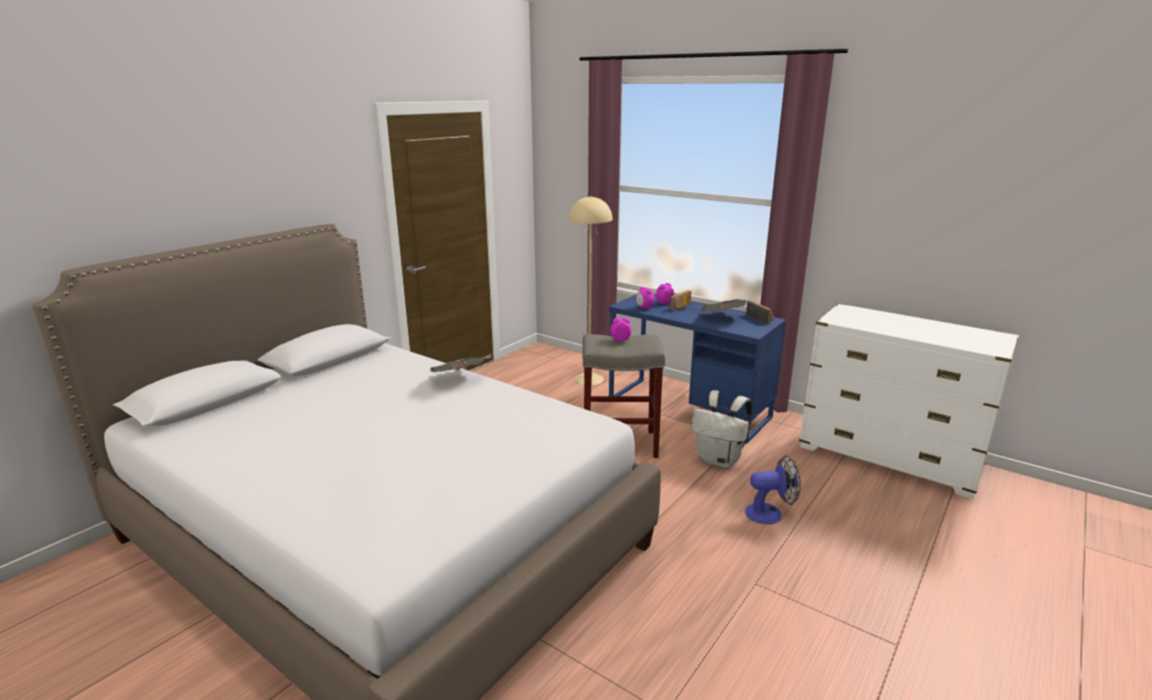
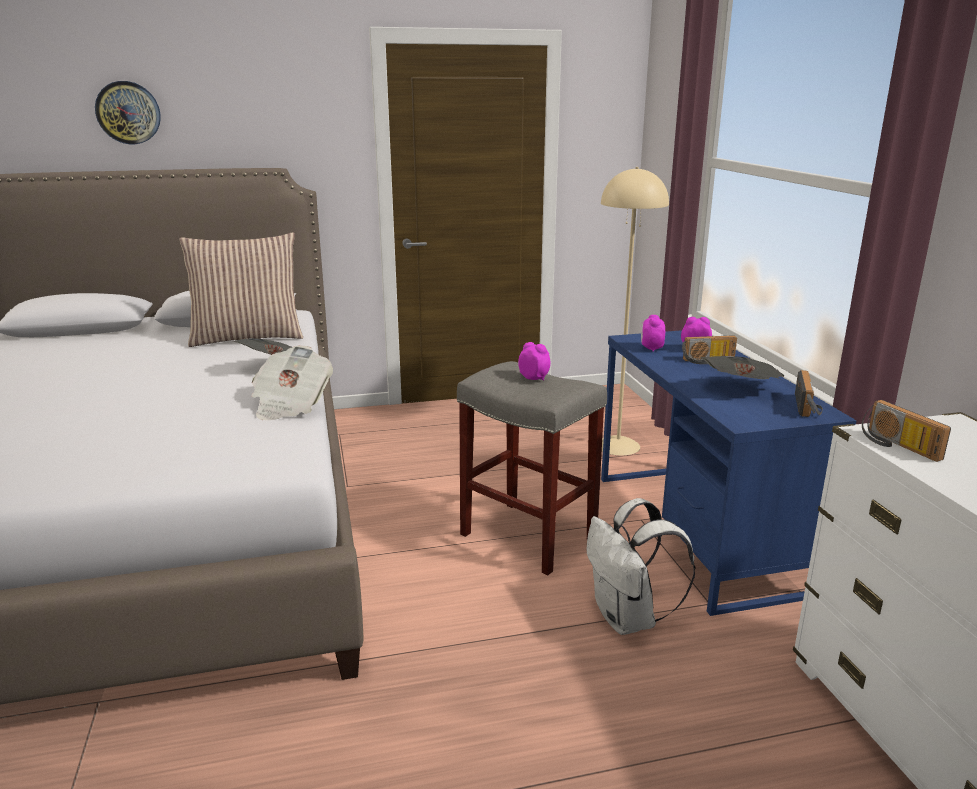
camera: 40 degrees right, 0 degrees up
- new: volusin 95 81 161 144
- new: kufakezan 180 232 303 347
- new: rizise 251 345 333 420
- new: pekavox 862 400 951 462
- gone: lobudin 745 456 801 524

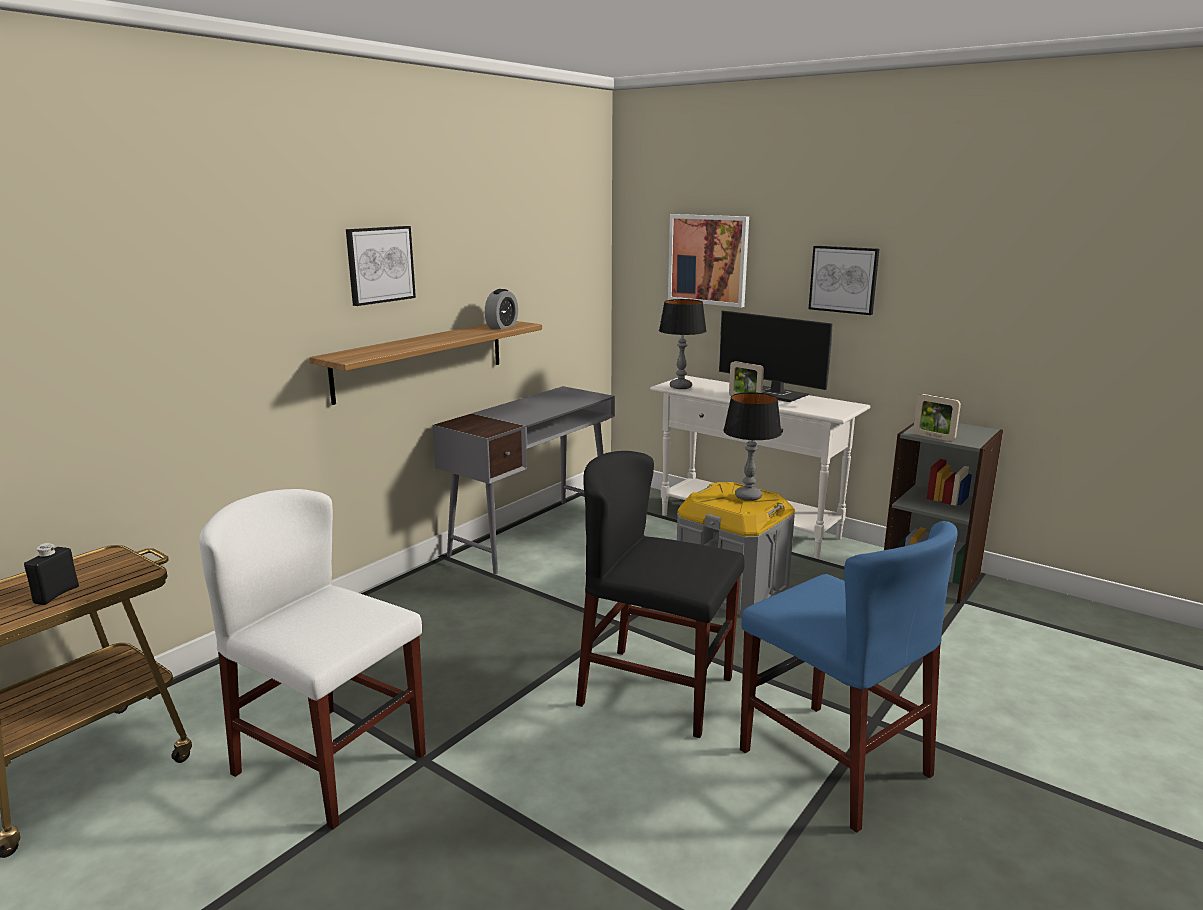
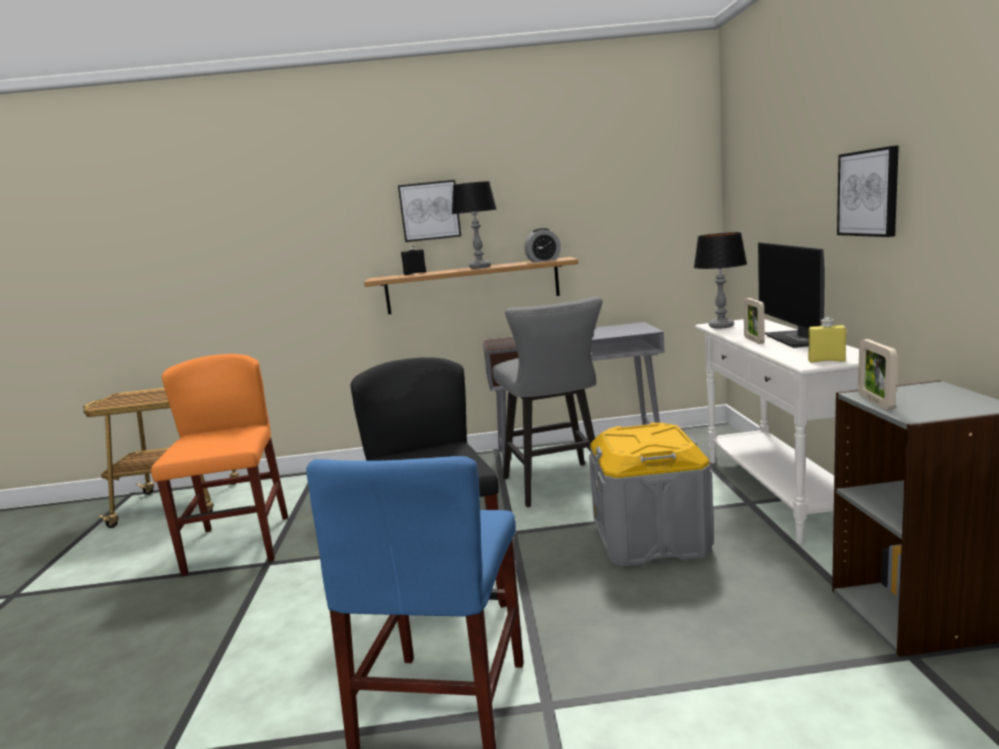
camera: 50 degrees right, 5 degrees down
- repainted: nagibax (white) 199 489 426 830 to nagibax (orange) 151 354 288 576
- shifted: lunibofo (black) 24 543 79 605 to 401 244 426 275
- shifted: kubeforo 723 392 782 501 to 452 181 497 269
- new: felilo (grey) 493 297 603 507
- new: lunibofo (yellow) 808 317 846 363
- gone: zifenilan 668 214 749 308

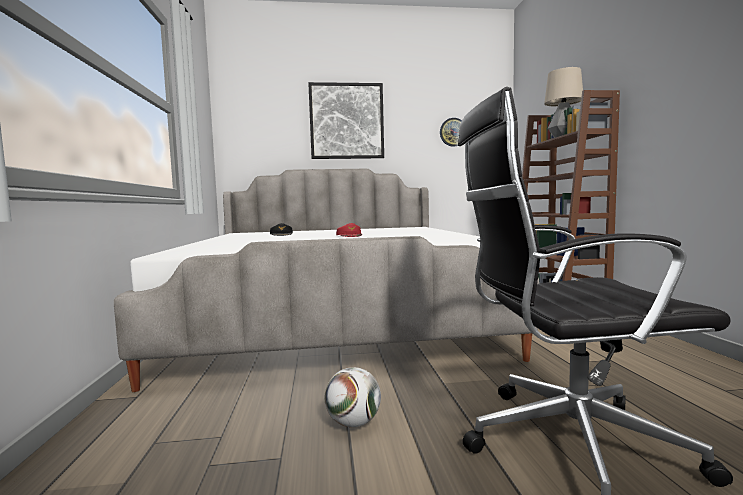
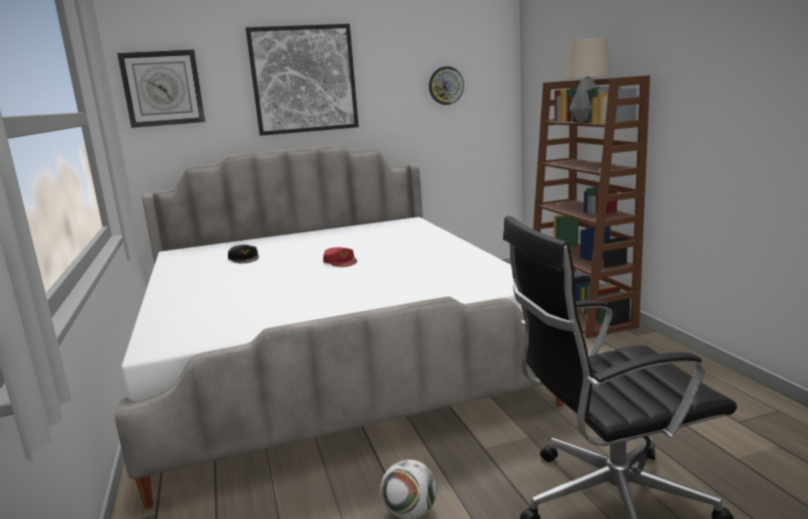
camera: 10 degrees left, 10 degrees up
- new: volusin 117 50 205 128

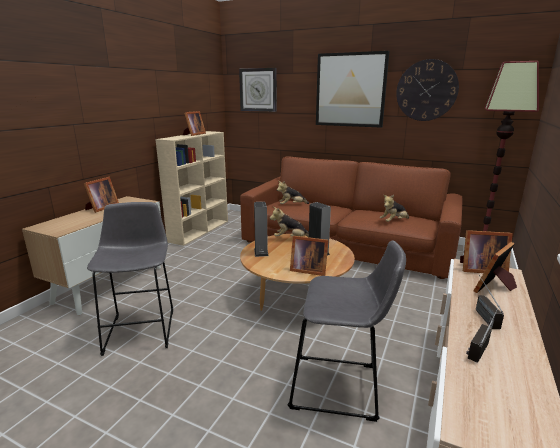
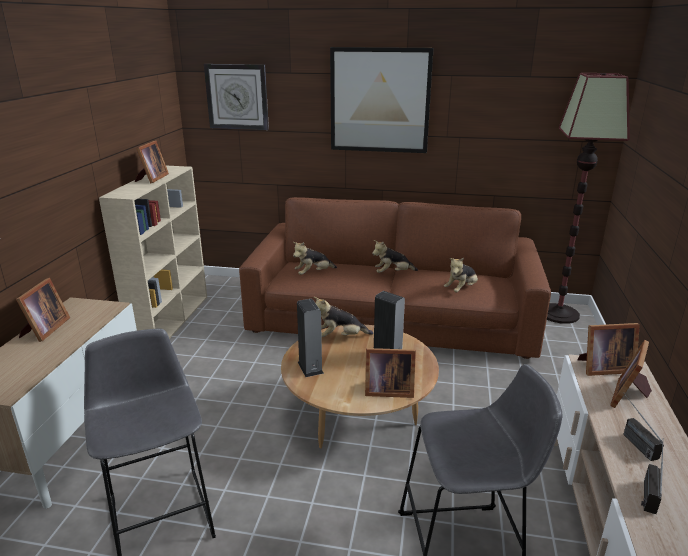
camera: 15 degrees left, 5 degrees up
- new: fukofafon 372 240 418 273
- gone: volusin 396 59 459 121

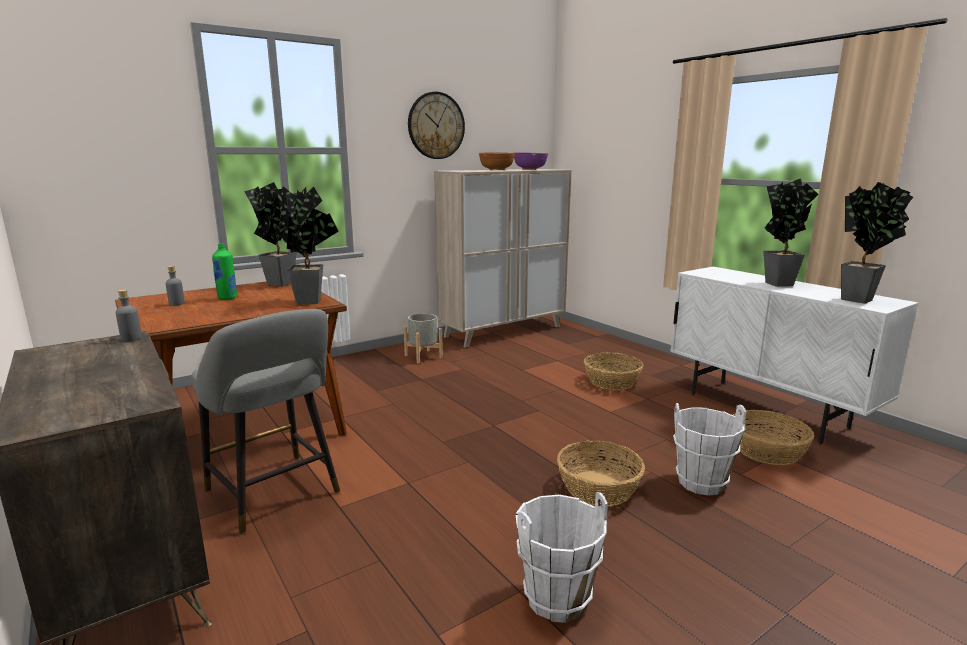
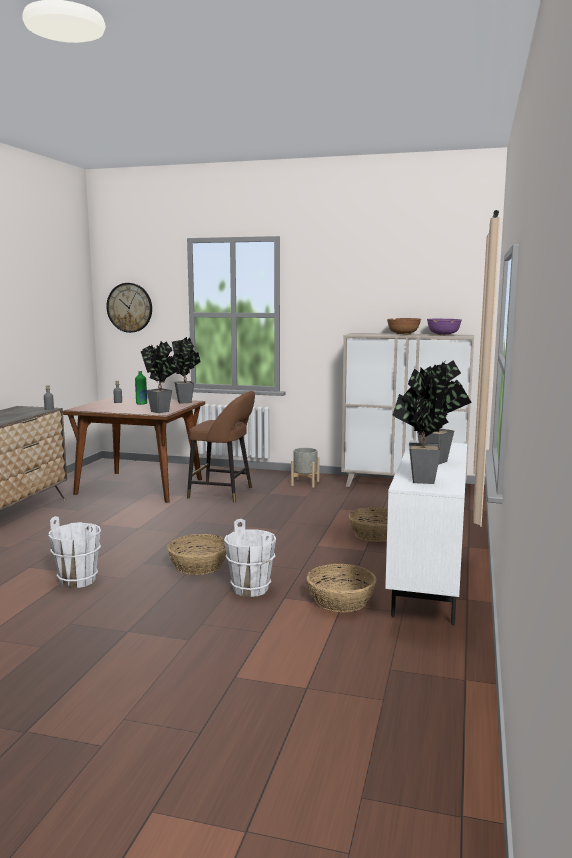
camera: 50 degrees right, 5 degrees down
- shifted: volusin 408 92 465 159 to 107 283 152 333
- new: felilo (brown) 187 391 255 503
- gone: felilo (grey) 192 309 340 534

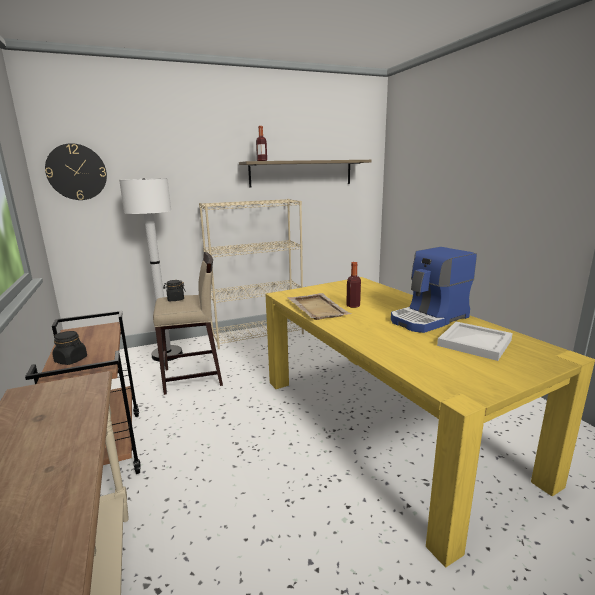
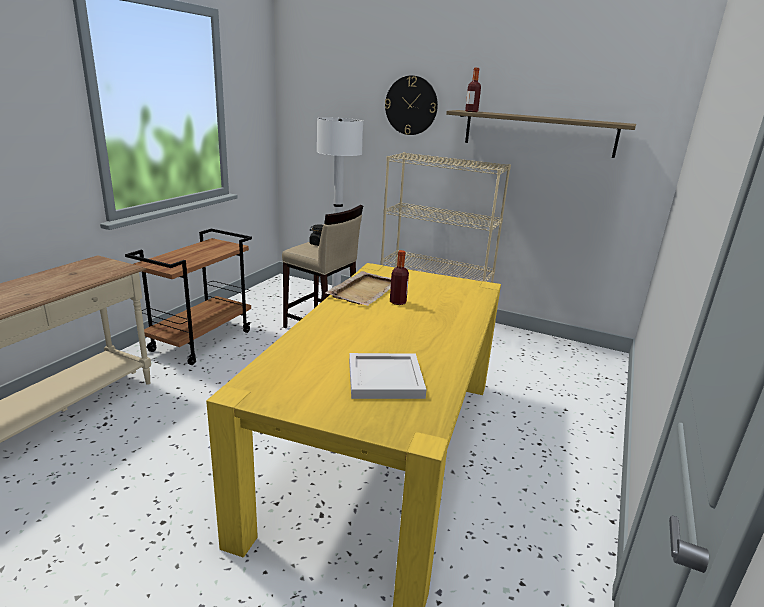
camera: 45 degrees right, 5 degrees up
- shifted: volusin 45 143 107 200 to 385 75 438 135
- gone: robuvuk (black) 52 331 87 365
- gone: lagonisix 391 247 477 333

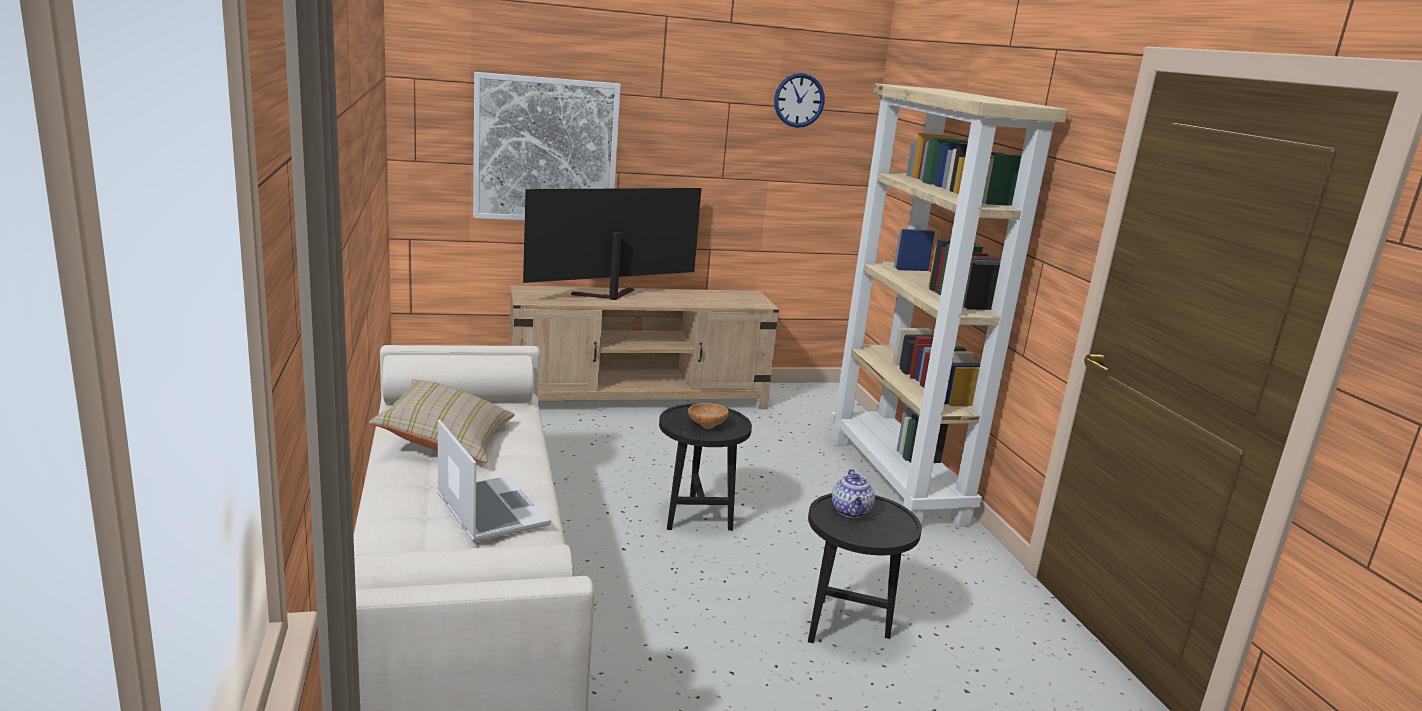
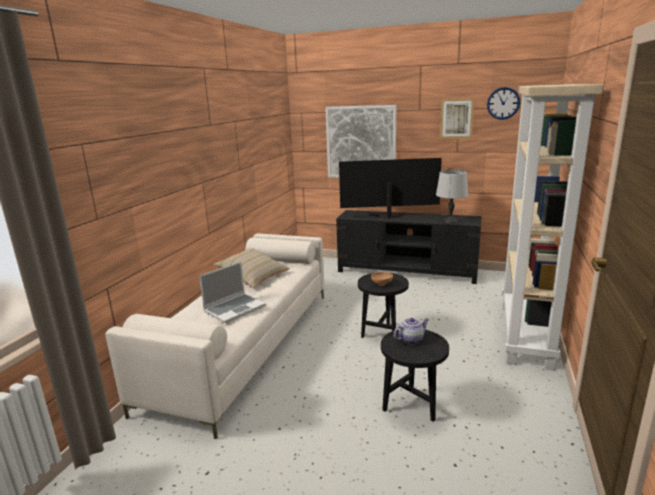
camera: 35 degrees right, 0 degrees up
- rotated: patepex 437 420 551 542 = 199 262 266 323 45 degrees clockwise
- repainted: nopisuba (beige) 509 285 779 409 to nopisuba (black) 336 210 482 284
- rotated: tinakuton 832 469 875 518 = 394 318 429 344 150 degrees counterclockwise
- new: kubeforo (grey) 436 170 468 224
- new: zifenilan 440 98 474 139

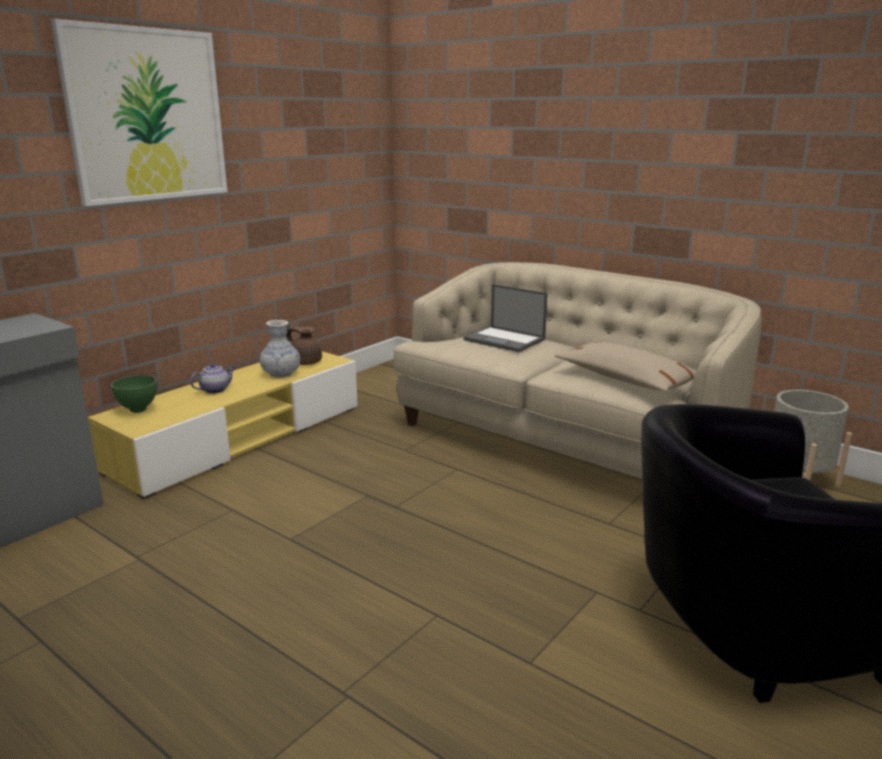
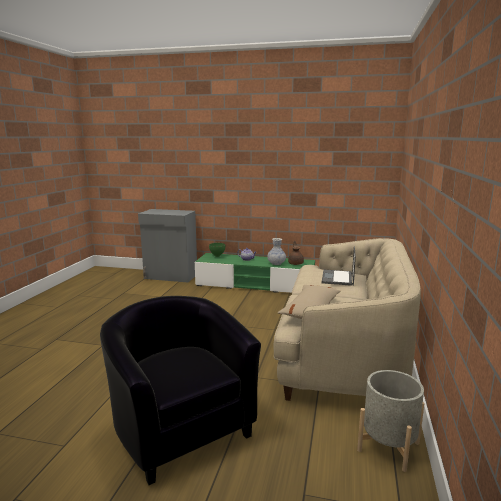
camera: 65 degrees right, 5 degrees down
- repainted: nopisuba (yellow) 88 351 358 499 to nopisuba (green) 195 253 315 293
- gone: zifenilan 51 19 227 206

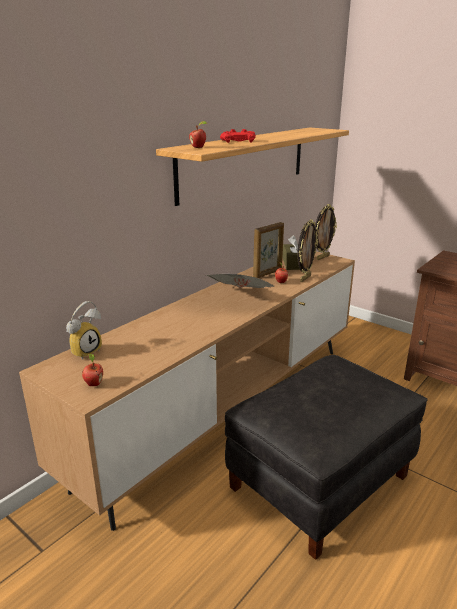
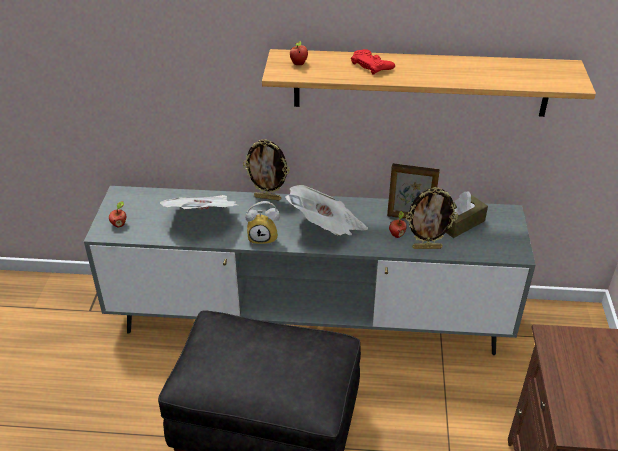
camera: 55 degrees right, 15 degrees up
- repainted: nopisuba (brown) 19 251 355 531 to nopisuba (grey) 84 186 536 355
- new: rizise 160 195 238 210
- shifted: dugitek 315 204 337 260 to 243 139 290 200
- shifted: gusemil 66 301 102 360 to 245 201 280 245

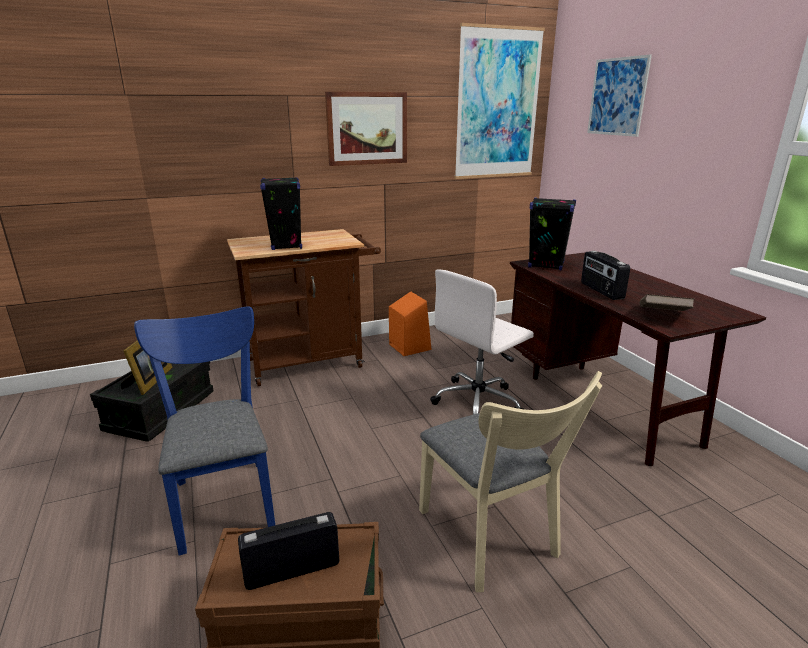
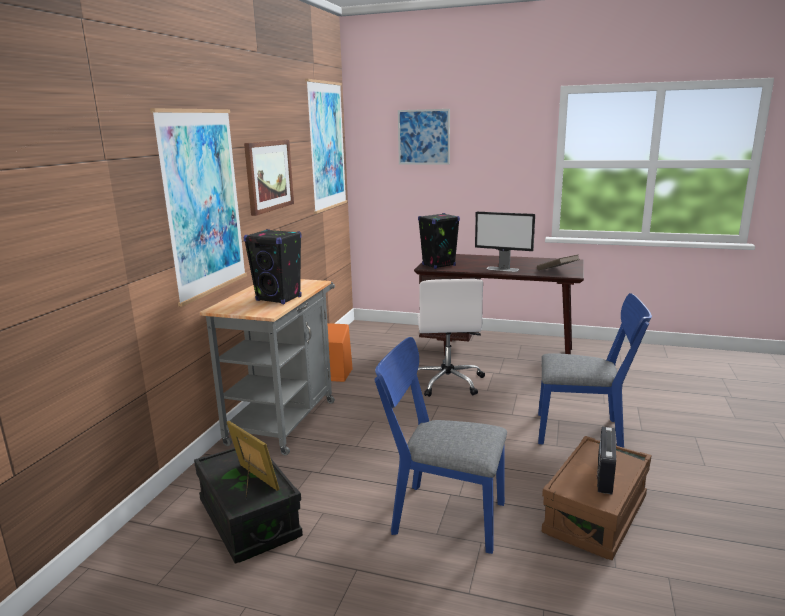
camera: 50 degrees left, 5 degrees down
- new: zifenilan 150 108 247 307
- repainted: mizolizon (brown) 227 229 381 386 to mizolizon (grey) 200 279 335 455
- swapped: pekavox 581 251 630 300 to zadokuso 475 212 535 272
- repainted: nagibax (beige) 419 371 602 592 to nagibax (blue) 538 293 652 448

